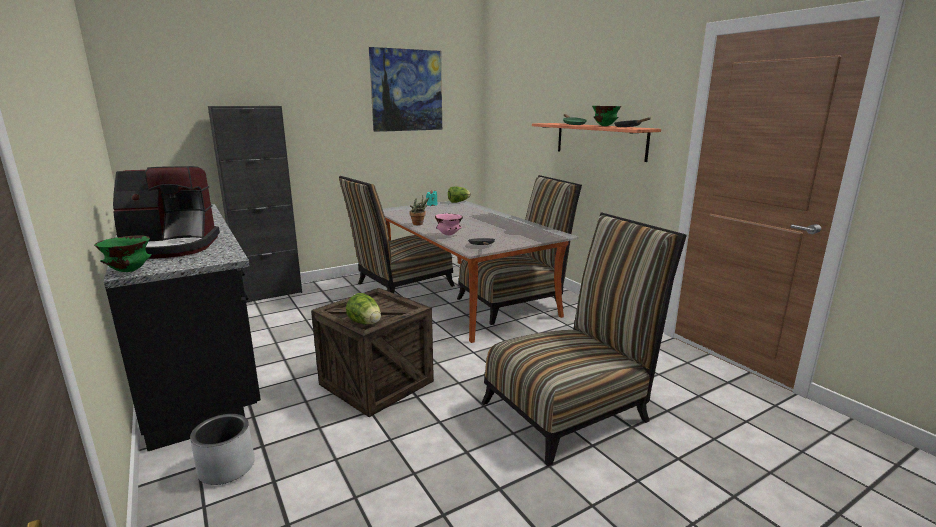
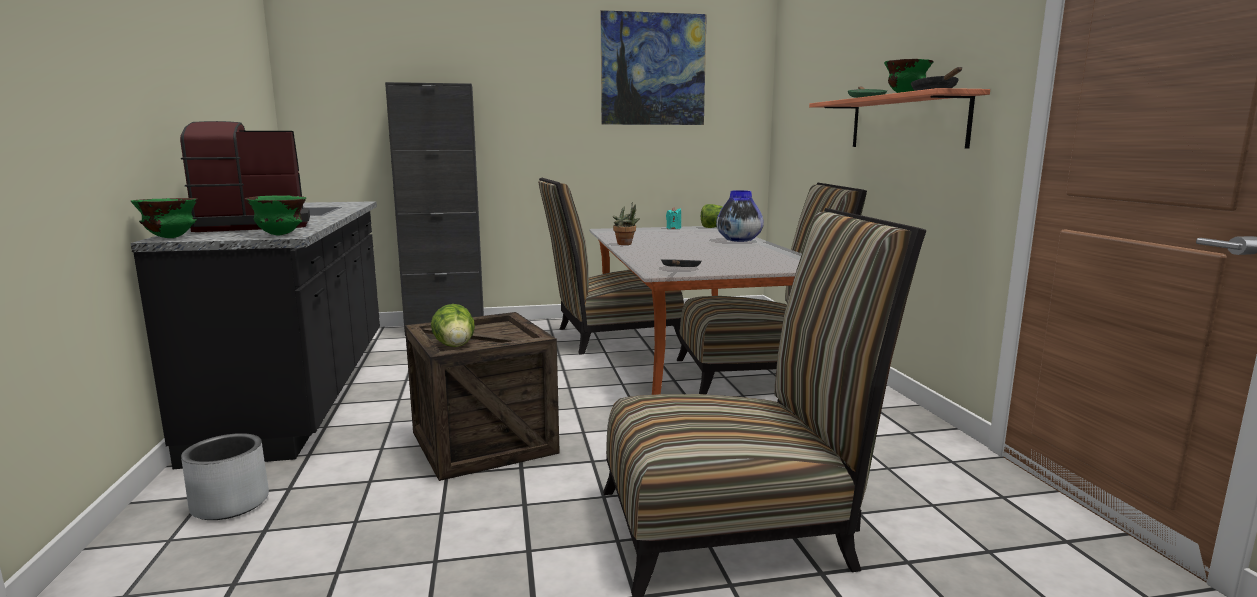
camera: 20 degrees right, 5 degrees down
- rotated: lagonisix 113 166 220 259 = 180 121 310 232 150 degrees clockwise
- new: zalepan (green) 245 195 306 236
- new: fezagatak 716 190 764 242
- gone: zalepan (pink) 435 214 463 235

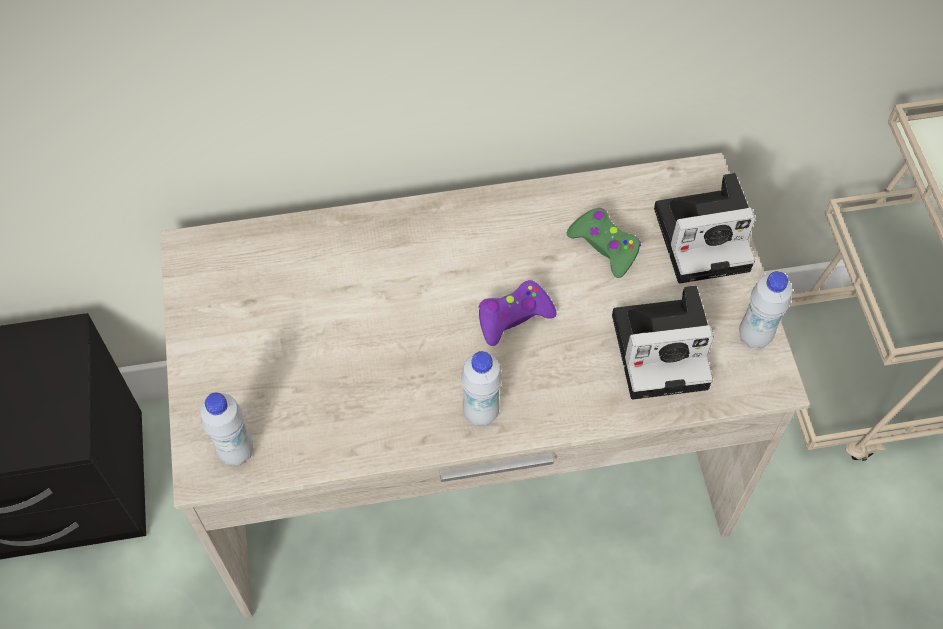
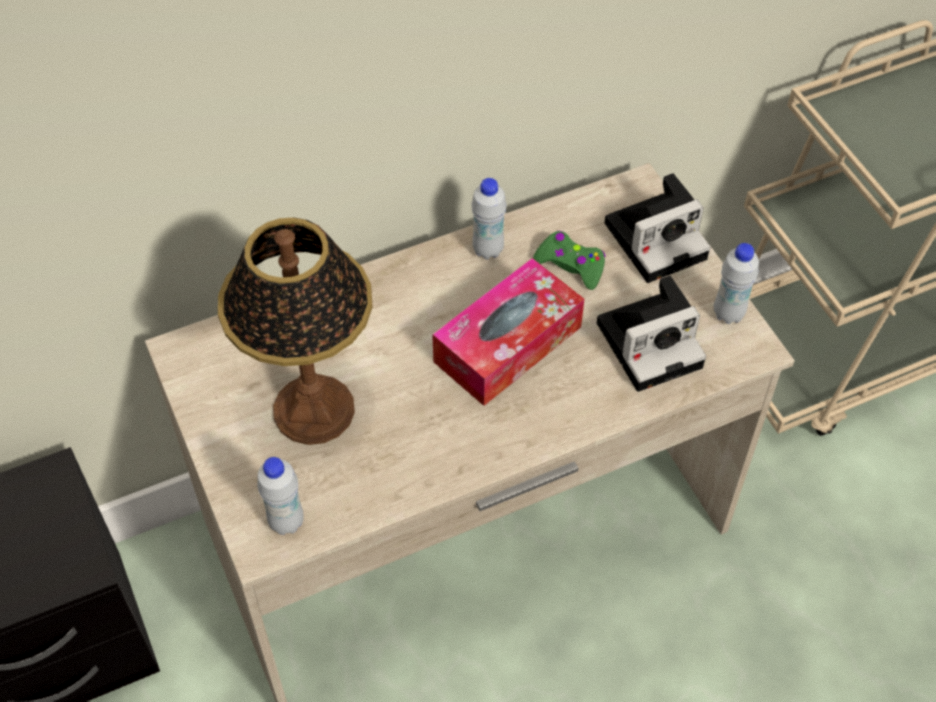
camera: 15 degrees left, 5 degrees down
- new: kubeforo 218 218 372 445
- swapped: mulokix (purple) 478 280 557 346 to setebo 432 258 584 406
- shifted: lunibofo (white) 461 351 502 426 to 471 178 506 260

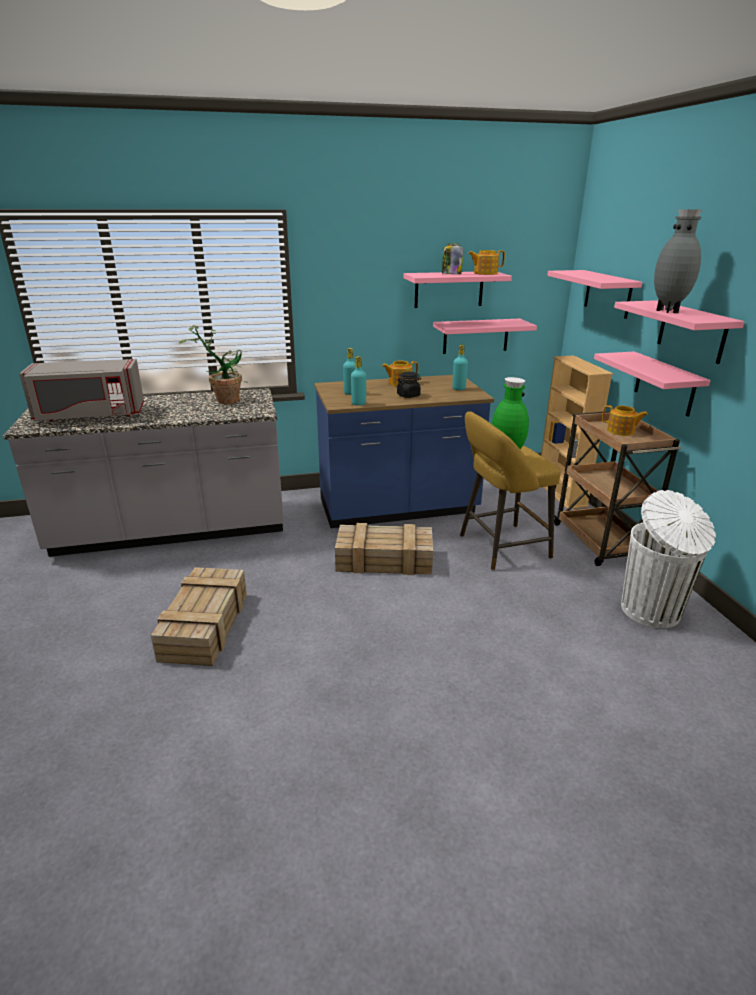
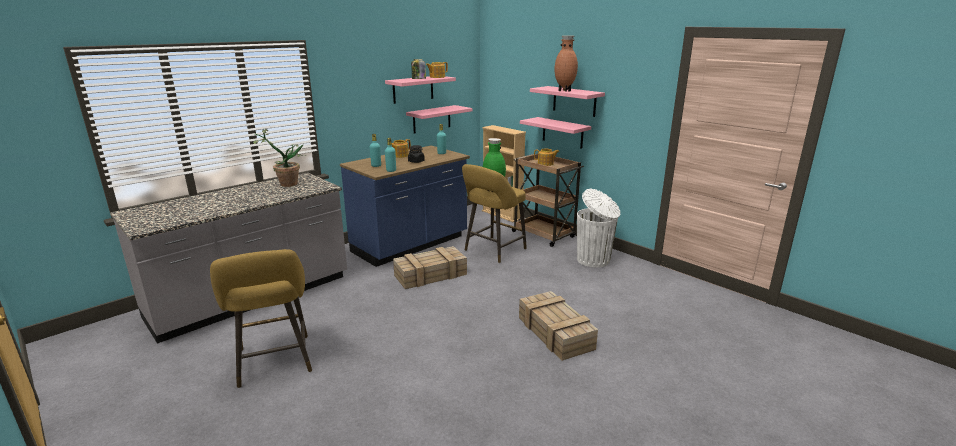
camera: 30 degrees left, 5 degrees down
- new: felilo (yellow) 210 249 312 388
- shifted: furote 151 567 247 666 to 519 291 598 361
- repainted: fezagatak (grey) 654 209 702 313 to fezagatak (brown) 555 36 578 92
- gone: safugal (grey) 19 359 144 421
- gone: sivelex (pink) 547 270 642 319

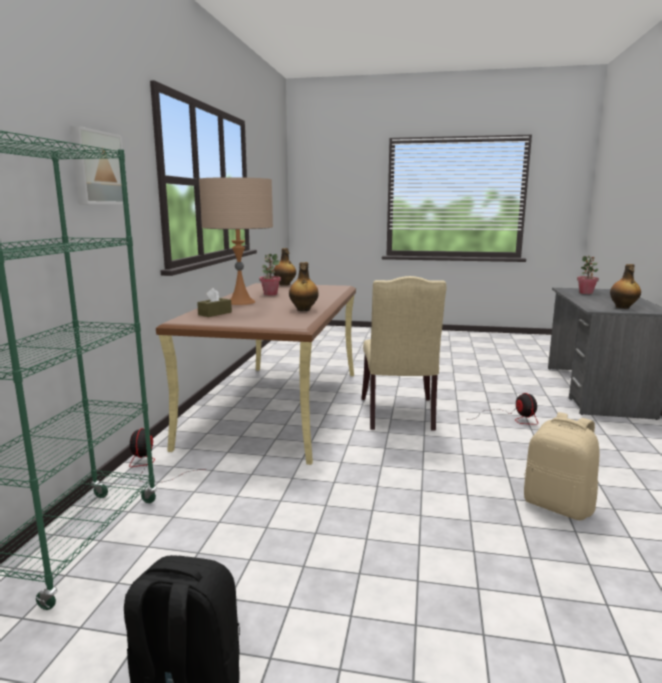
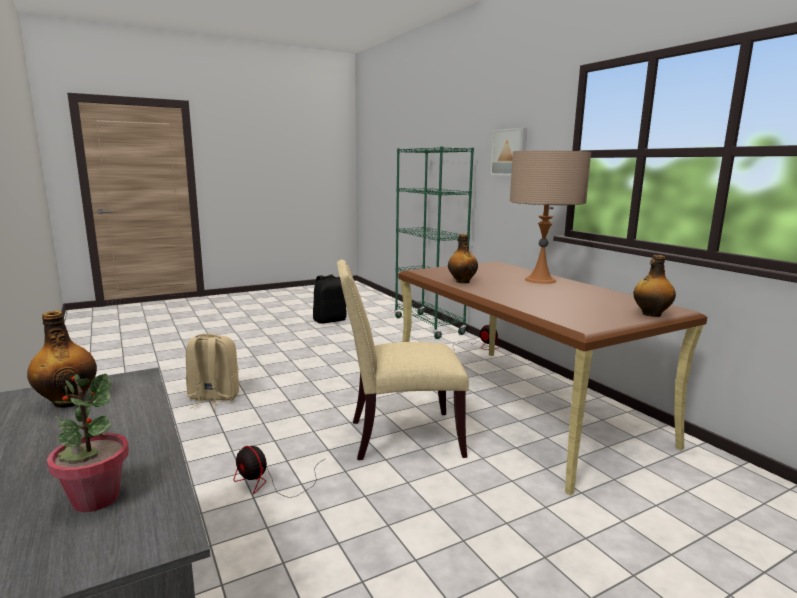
camera: 140 degrees right, 0 degrees up
- rotated: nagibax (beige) 361 276 447 431 = 337 260 469 460 60 degrees counterclockwise
- gone: setebo (brown) 197 288 232 317
- gone: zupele 259 254 281 296

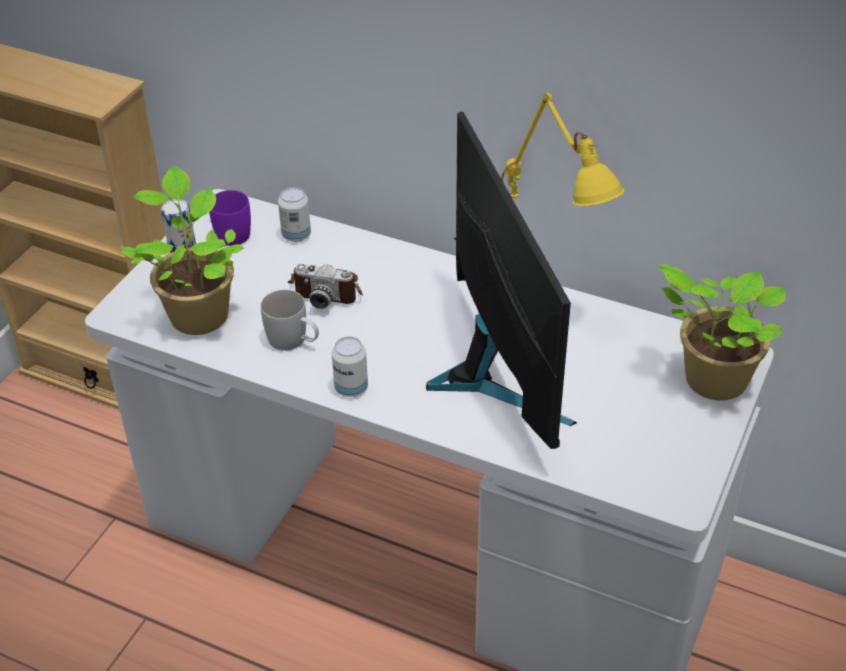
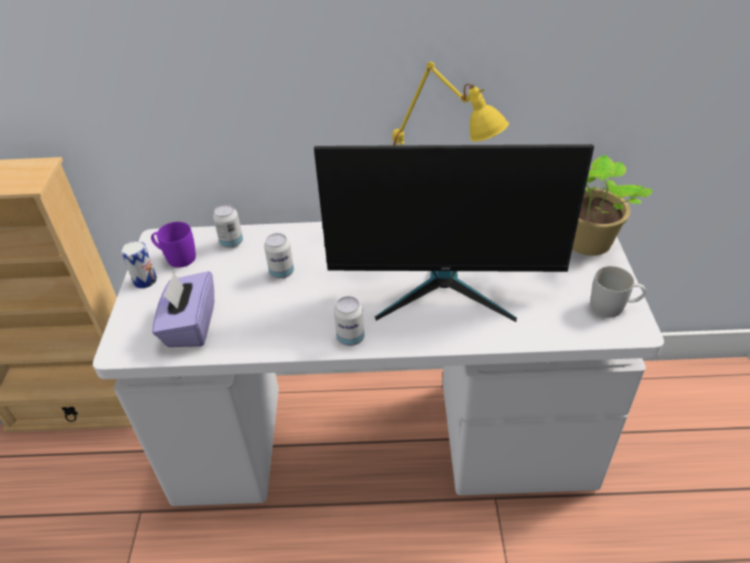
camera: 25 degrees left, 0 degrees up
- swapped: zupele 120 165 244 335 to setebo (purple) 152 271 214 347
- swapped: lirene 288 264 363 309 to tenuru 264 233 294 279
- rotated: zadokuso 426 111 577 449 = 314 144 594 322 135 degrees clockwise
- shifted: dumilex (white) 261 290 319 351 to 591 266 646 318

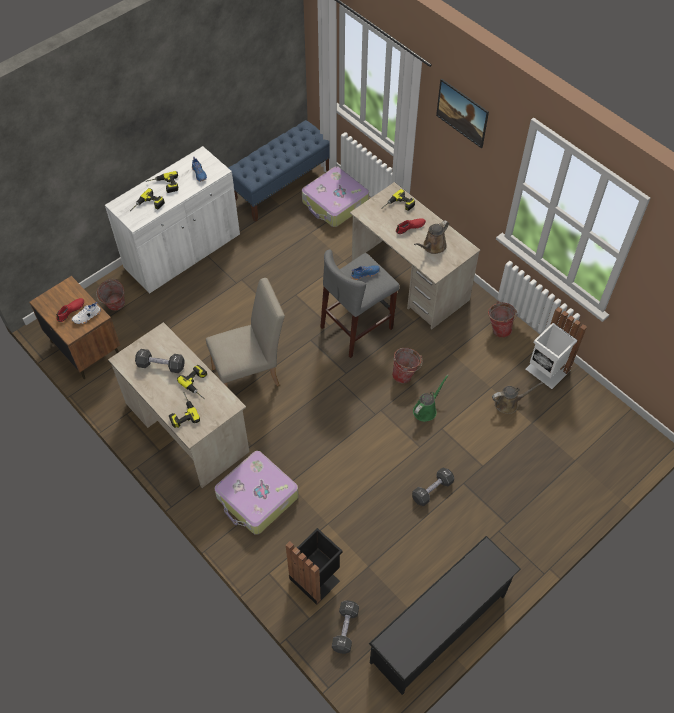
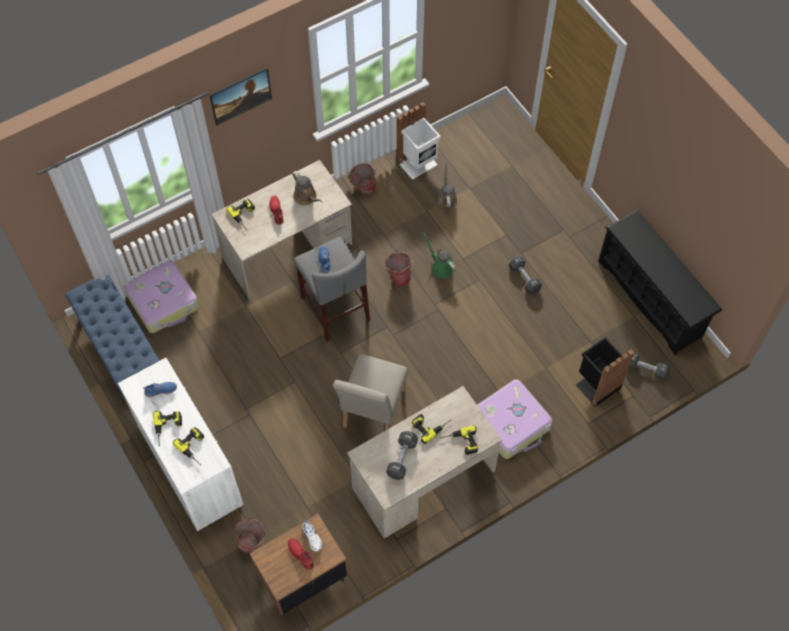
camera: 80 degrees left, 5 degrees up
- rotated: nagibax (beige) 206 278 285 387 = 333 354 408 431 150 degrees counterclockwise

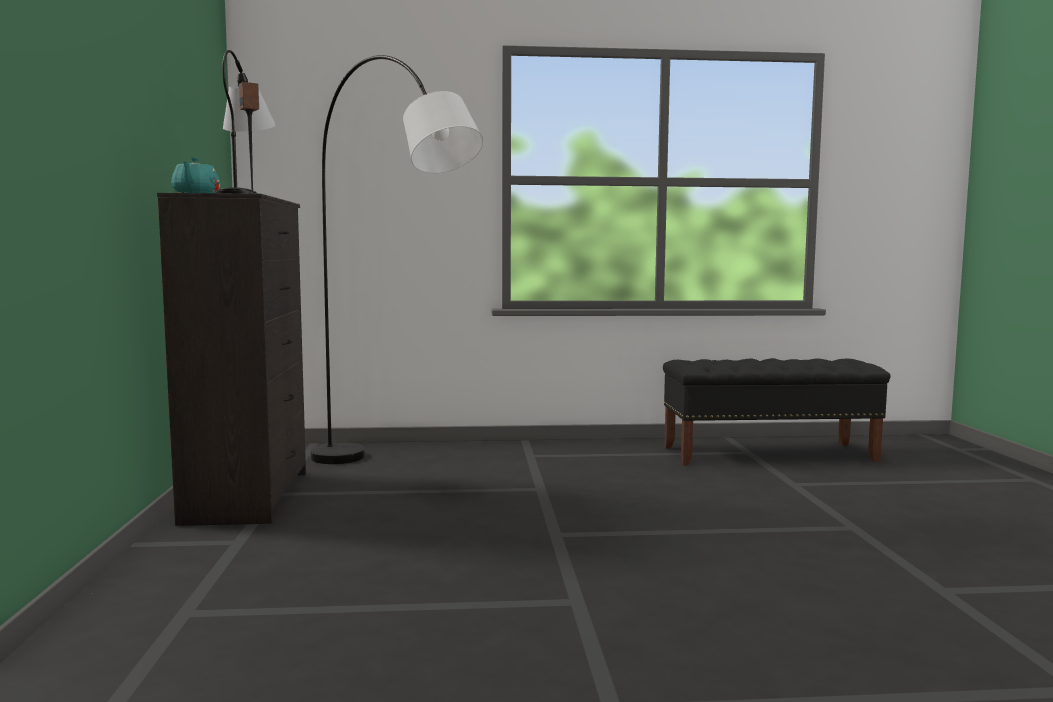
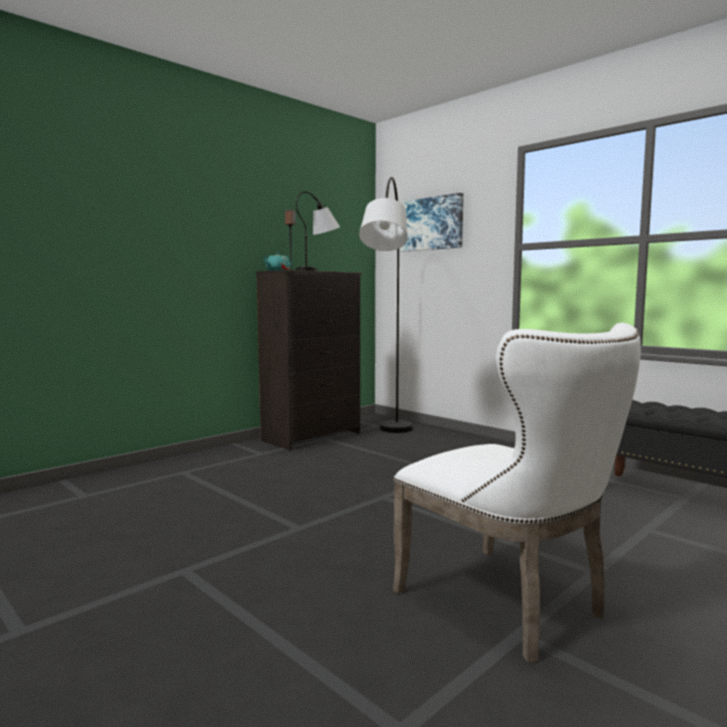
camera: 50 degrees right, 0 degrees up
- new: nagibax (white) 393 323 641 663
- new: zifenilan 400 193 463 252

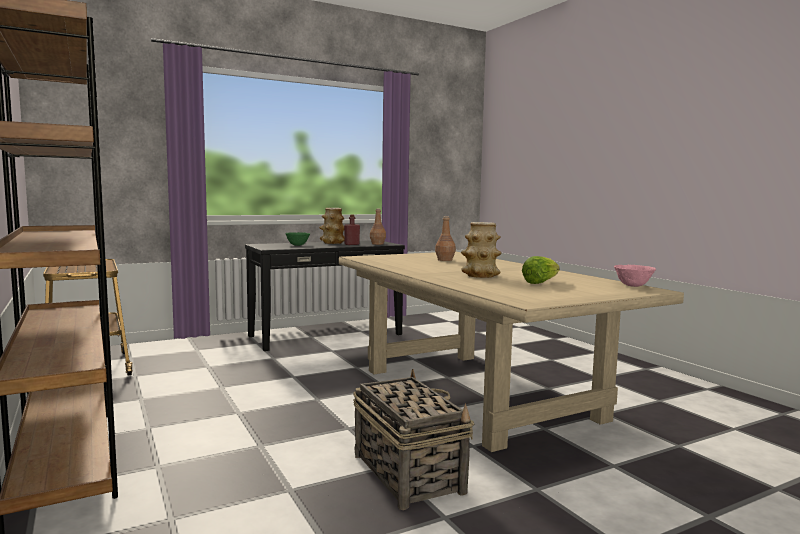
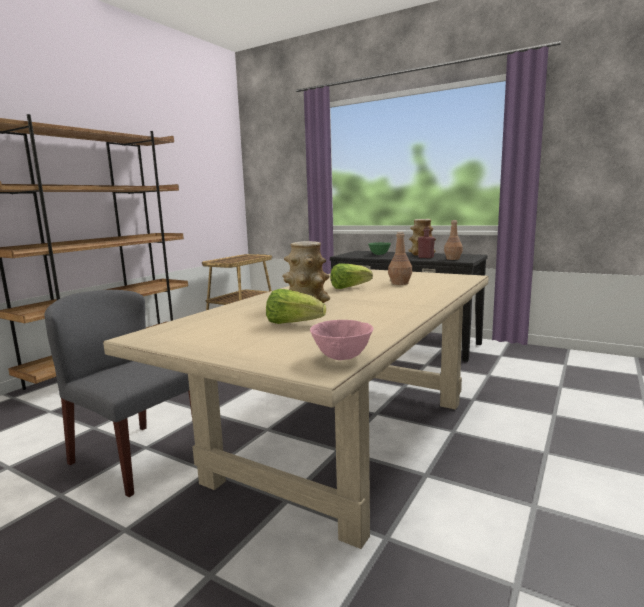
camera: 60 degrees right, 5 degrees up
- swapped: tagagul 353 369 474 510 to nagibax (grey) 44 290 193 497
- new: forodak 331 263 373 289

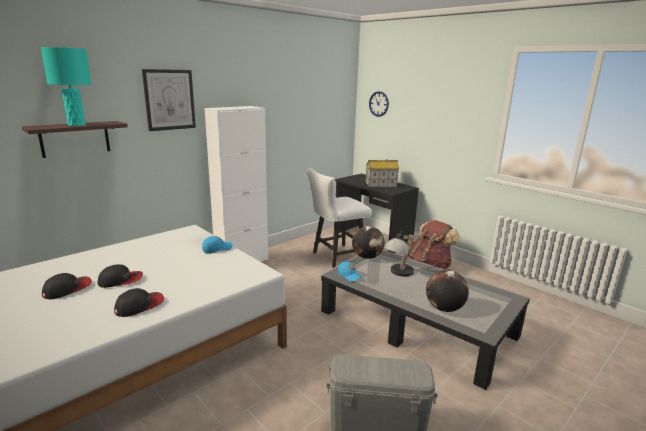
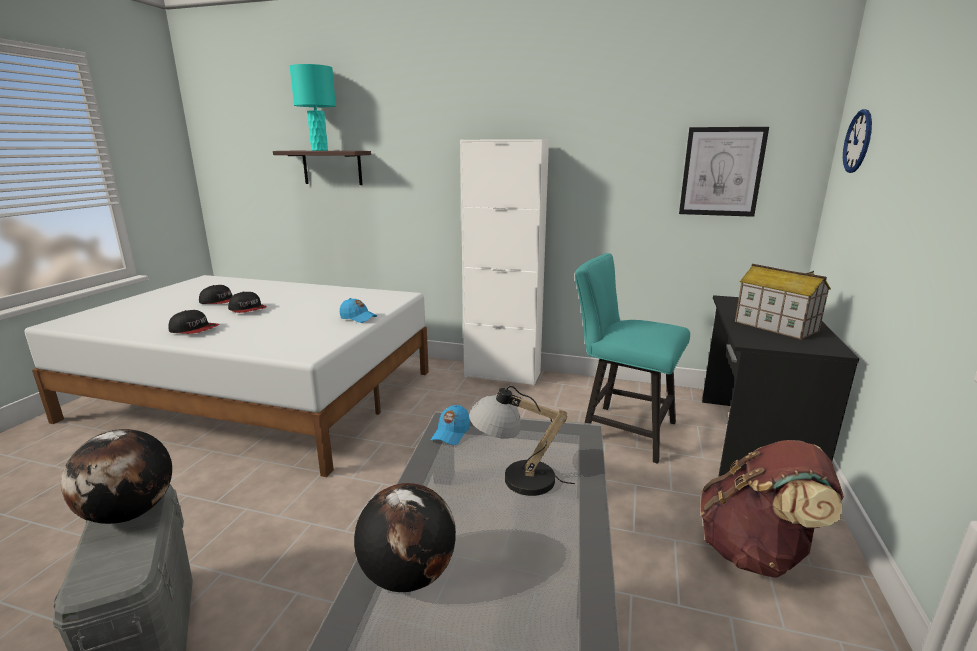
camera: 60 degrees right, 0 degrees up
- shifted: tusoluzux 352 226 385 259 to 61 429 172 524
- repainted: nagibax (white) 307 168 372 268 to nagibax (turquoise) 575 253 690 464
- shifted: zifenilan 142 69 196 131 to 679 127 769 217

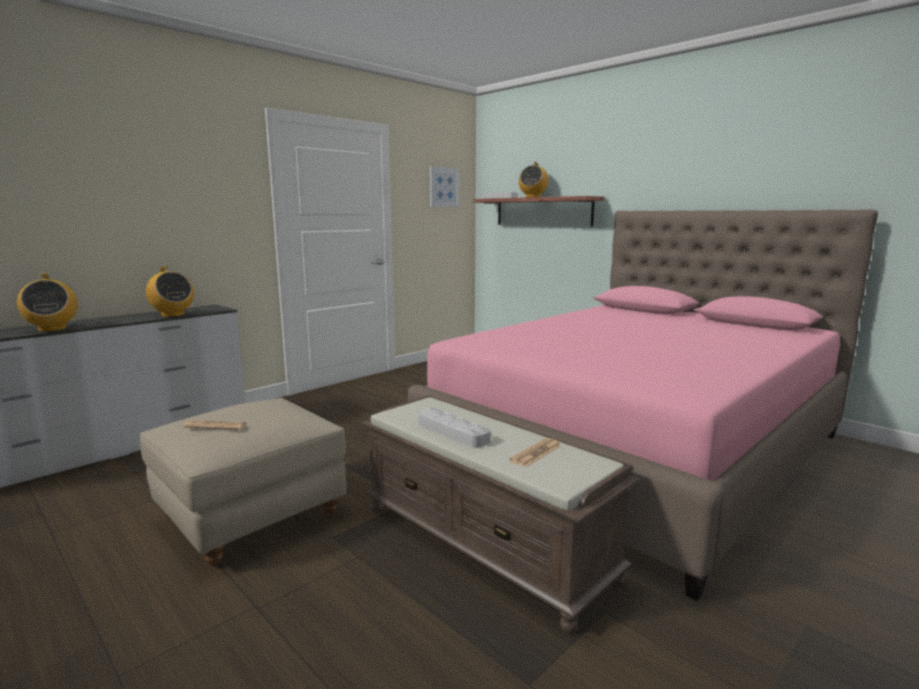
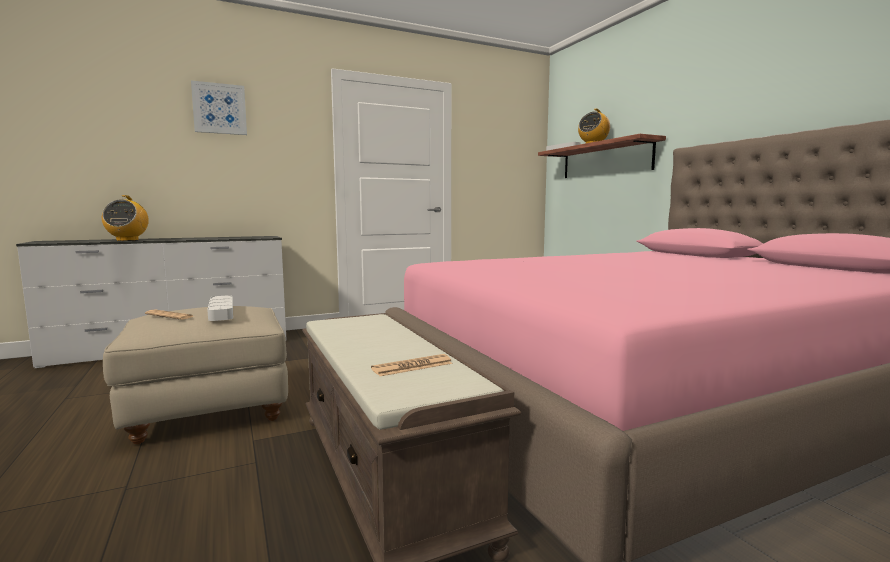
camera: 20 degrees right, 5 degrees down
- shifted: zifenilan 430 166 459 207 to 191 81 247 135
- shifted: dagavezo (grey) 418 408 491 448 to 207 295 233 321
- gone: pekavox 146 266 194 317

